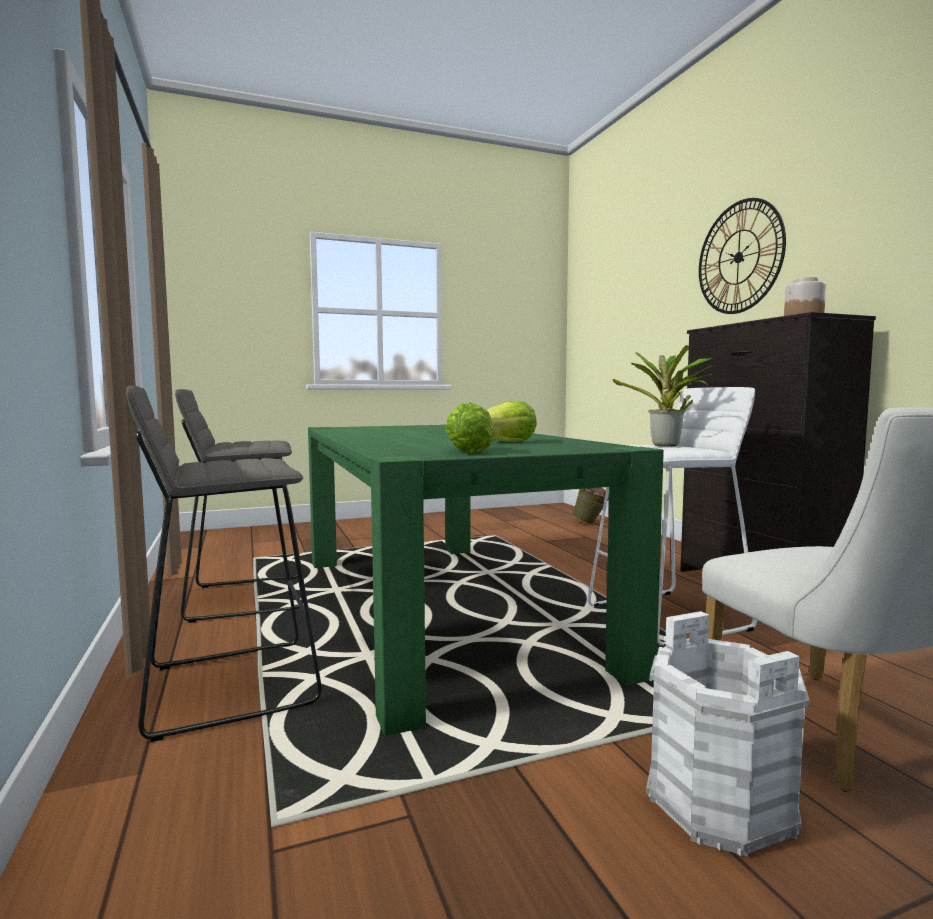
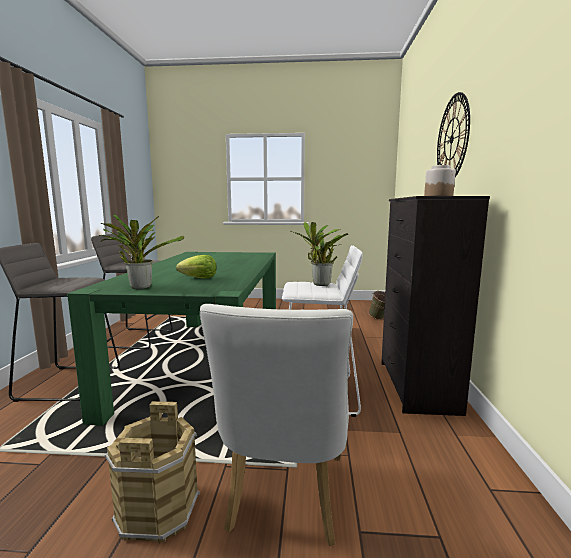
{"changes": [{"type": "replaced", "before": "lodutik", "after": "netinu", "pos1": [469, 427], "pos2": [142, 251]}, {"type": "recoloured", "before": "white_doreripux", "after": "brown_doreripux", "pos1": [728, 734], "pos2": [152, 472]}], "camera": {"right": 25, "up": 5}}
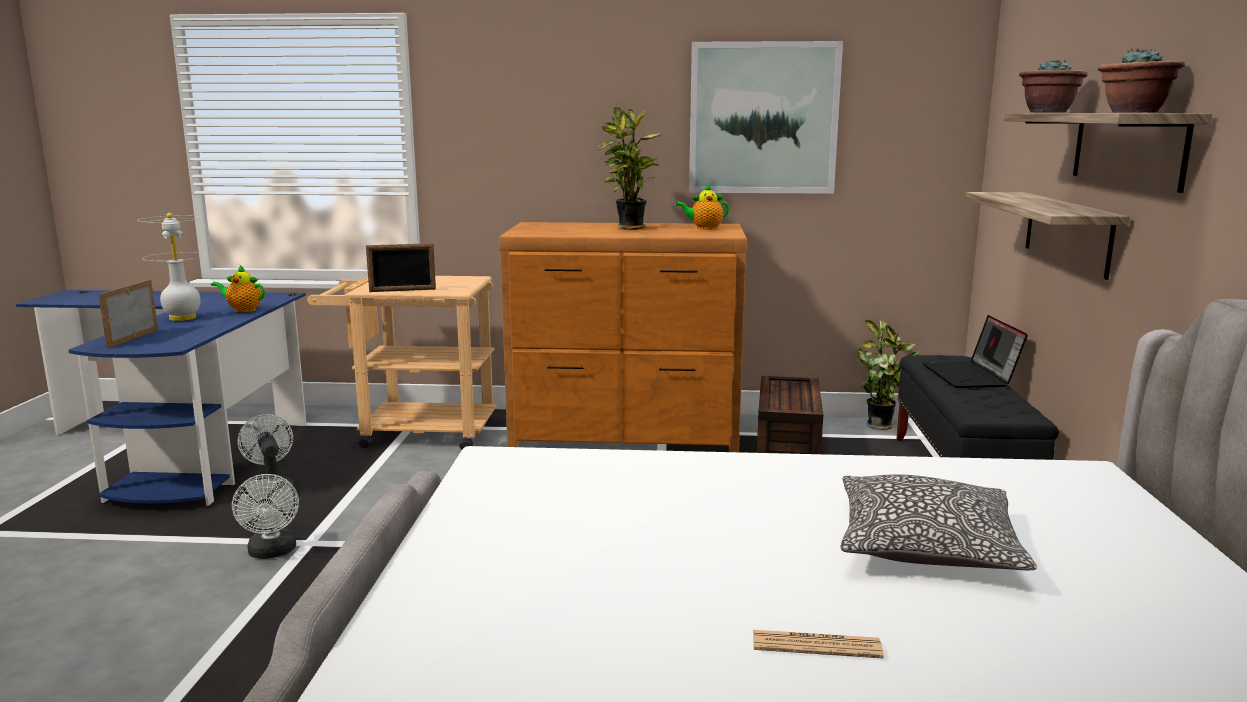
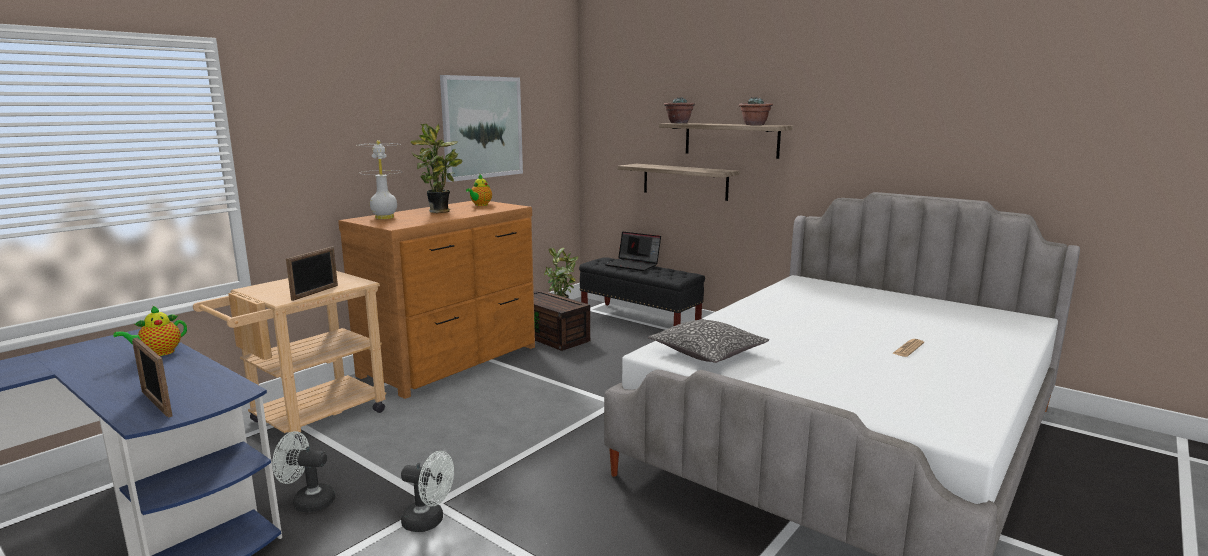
{"changes": [{"type": "moved", "before": "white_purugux", "pos1": [172, 267], "pos2": [379, 179]}, {"type": "moved", "before": "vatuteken", "pos1": [939, 522], "pos2": [708, 341]}], "camera": {"right": -55, "up": 0}}
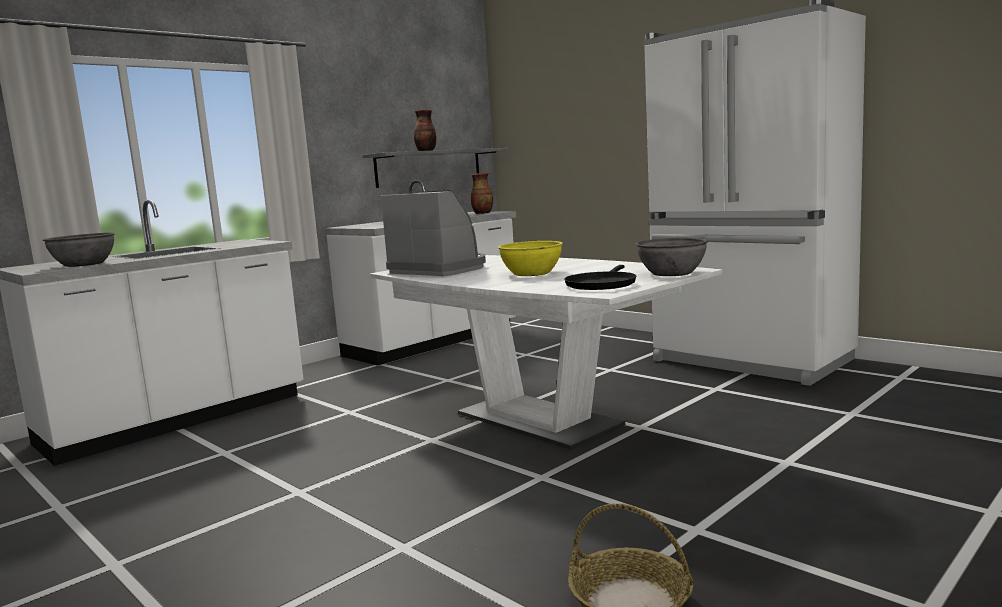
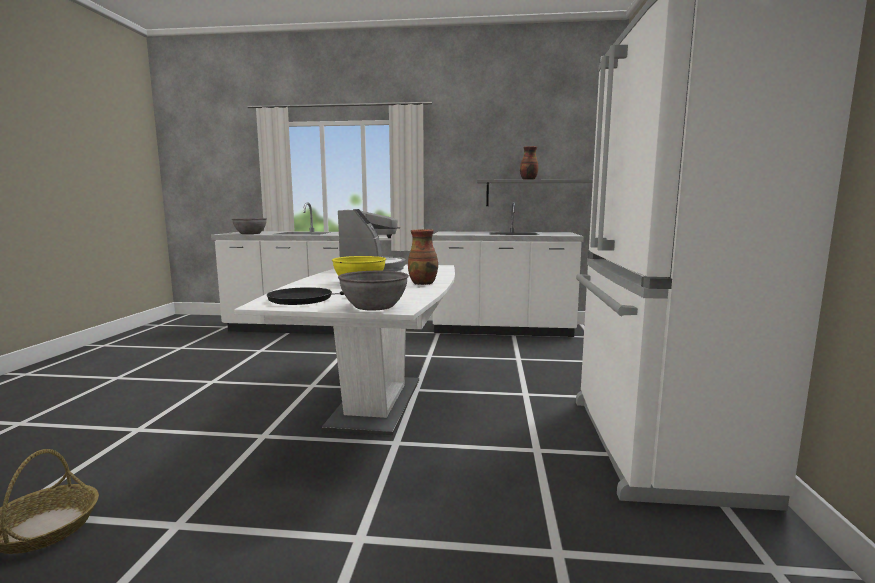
{"changes": [{"type": "moved", "before": "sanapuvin", "pos1": [482, 193], "pos2": [423, 257]}], "camera": {"right": 50, "up": 0}}
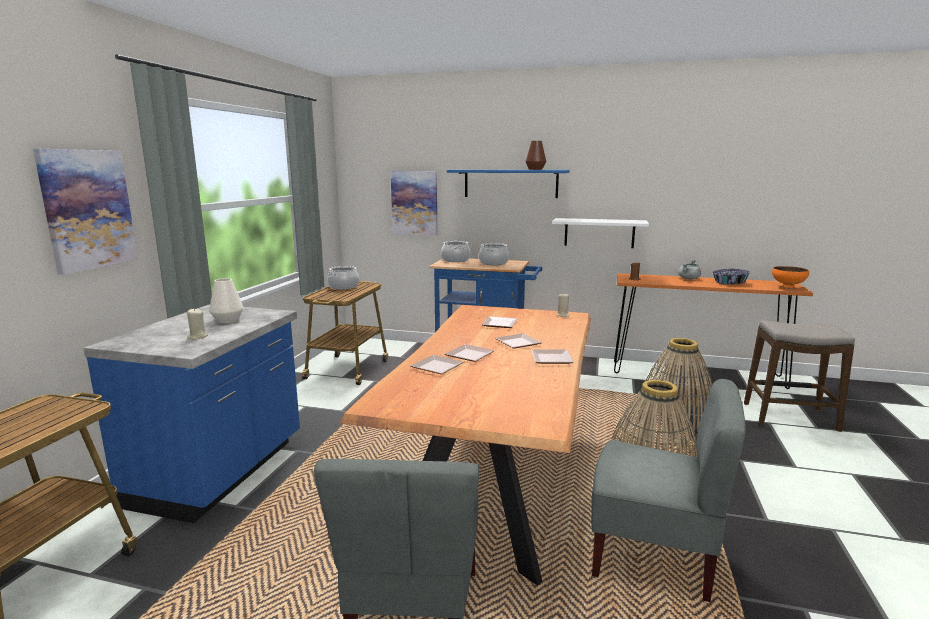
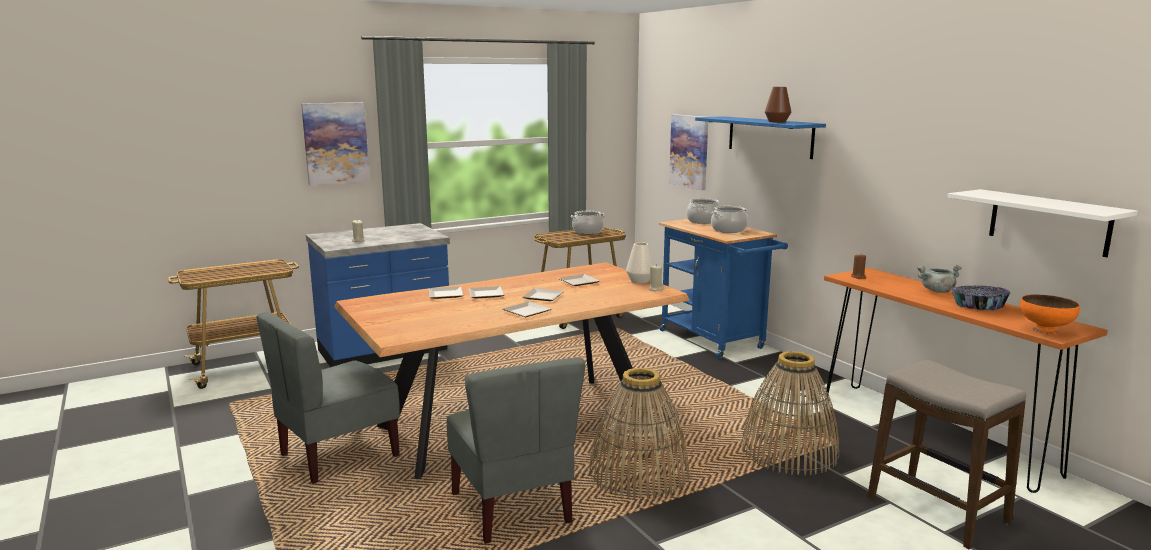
{"changes": [{"type": "moved", "before": "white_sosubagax", "pos1": [600, 233], "pos2": [1042, 223]}, {"type": "moved", "before": "white_sanapuvin", "pos1": [226, 300], "pos2": [640, 262]}], "camera": {"right": 45, "up": 0}}
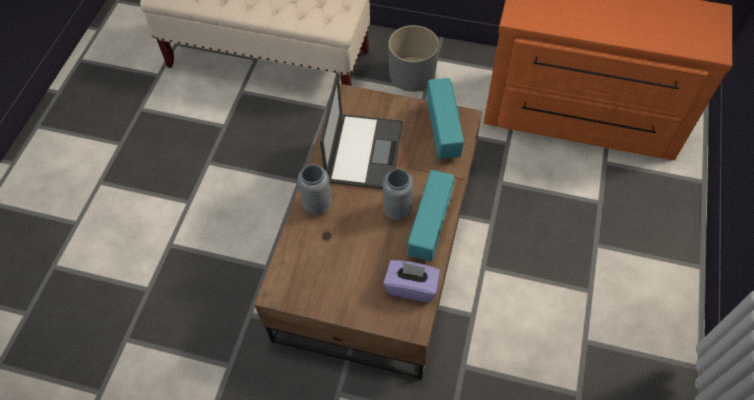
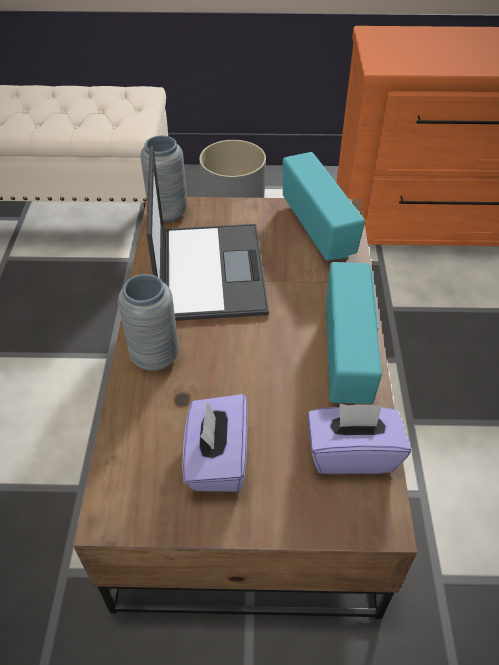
{"changes": [{"type": "moved", "before": "grey_sanapuvin", "pos1": [398, 194], "pos2": [164, 179]}, {"type": "added", "after": "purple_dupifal", "pos2": [215, 443]}], "camera": {"right": -15, "up": -10}}
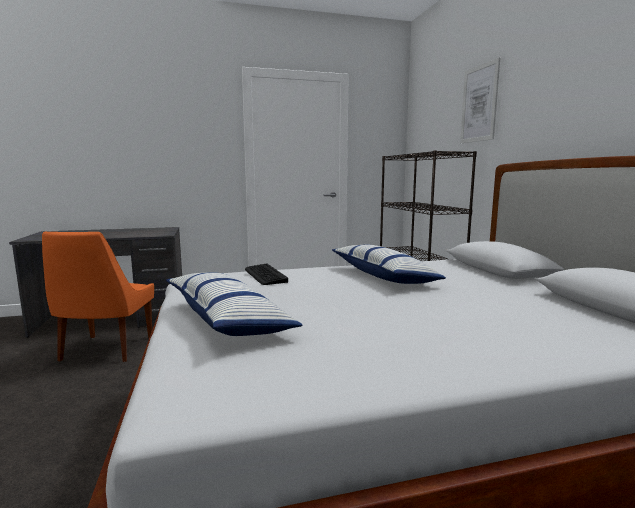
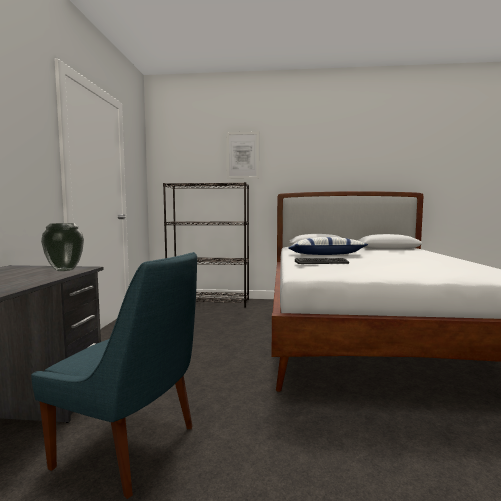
{"changes": [{"type": "recoloured", "before": "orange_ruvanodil", "after": "blue_ruvanodil", "pos1": [98, 297], "pos2": [114, 375]}, {"type": "removed", "before": "vatuteken", "pos1": [234, 304]}, {"type": "added", "after": "sanapuvin", "pos2": [62, 247]}], "camera": {"right": -70, "up": -5}}
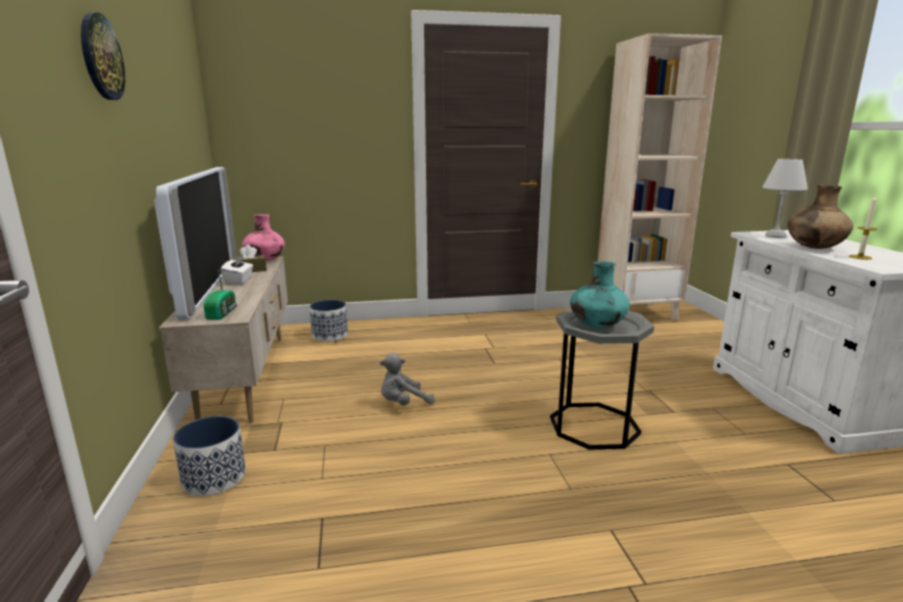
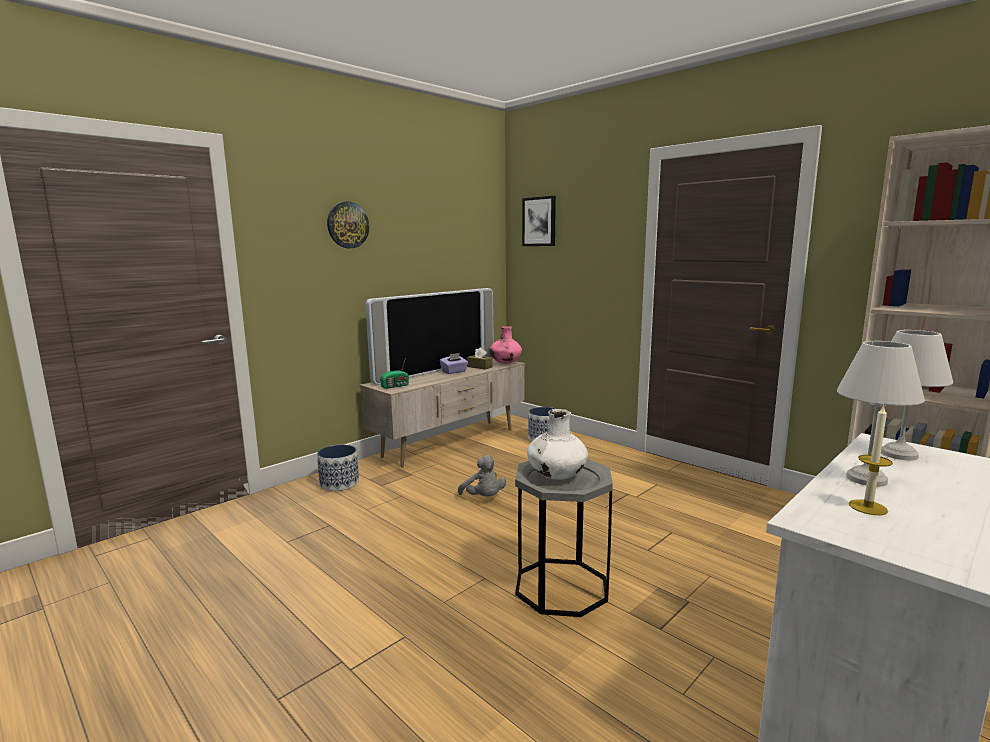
{"changes": [{"type": "replaced", "before": "brown_sanapuvin", "after": "white_purugux", "pos1": [820, 217], "pos2": [881, 414]}, {"type": "recoloured", "before": "white_dupifal", "after": "purple_dupifal", "pos1": [237, 269], "pos2": [454, 363]}, {"type": "recoloured", "before": "turquoise_sanapuvin", "after": "white_sanapuvin", "pos1": [600, 294], "pos2": [557, 444]}, {"type": "turned", "before": "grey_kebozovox", "pos1": [407, 379], "pos2": [482, 476], "turn": -150}, {"type": "added", "after": "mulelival", "pos2": [539, 221]}], "camera": {"right": 55, "up": -5}}
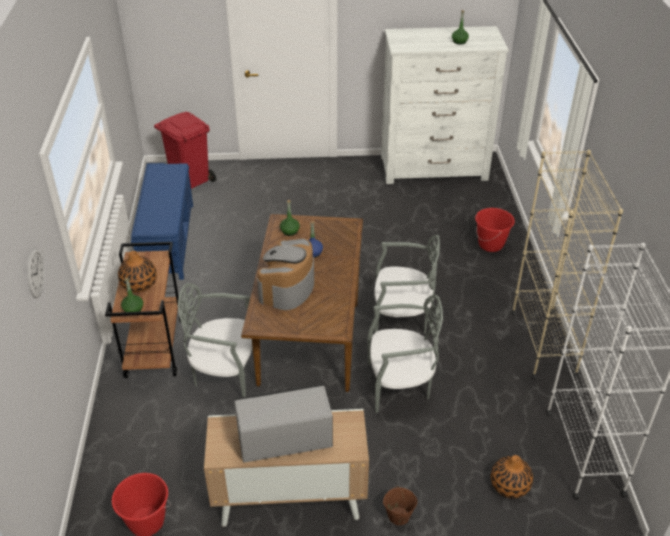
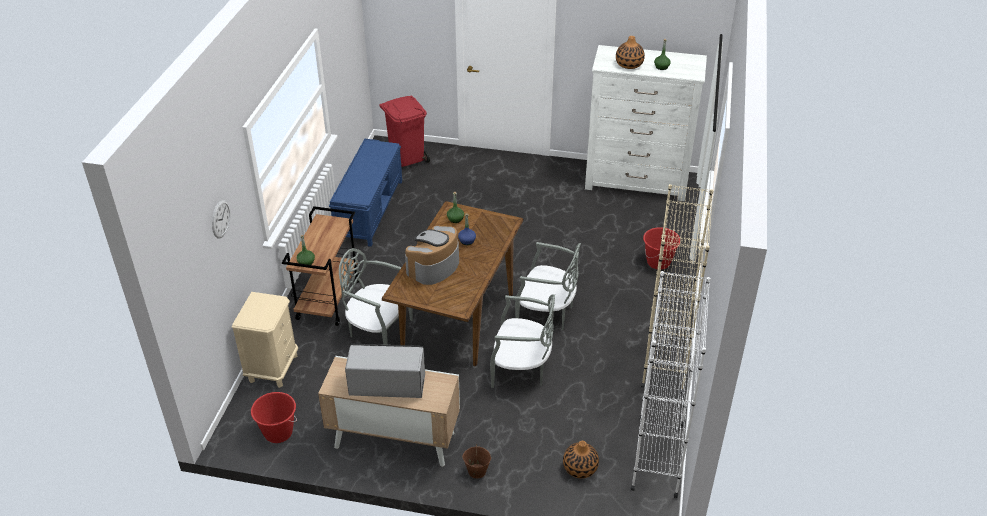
{"changes": [{"type": "moved", "before": "sanapuvin", "pos1": [137, 271], "pos2": [630, 52]}, {"type": "added", "after": "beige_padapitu", "pos2": [265, 340]}], "camera": {"right": 15, "up": 0}}
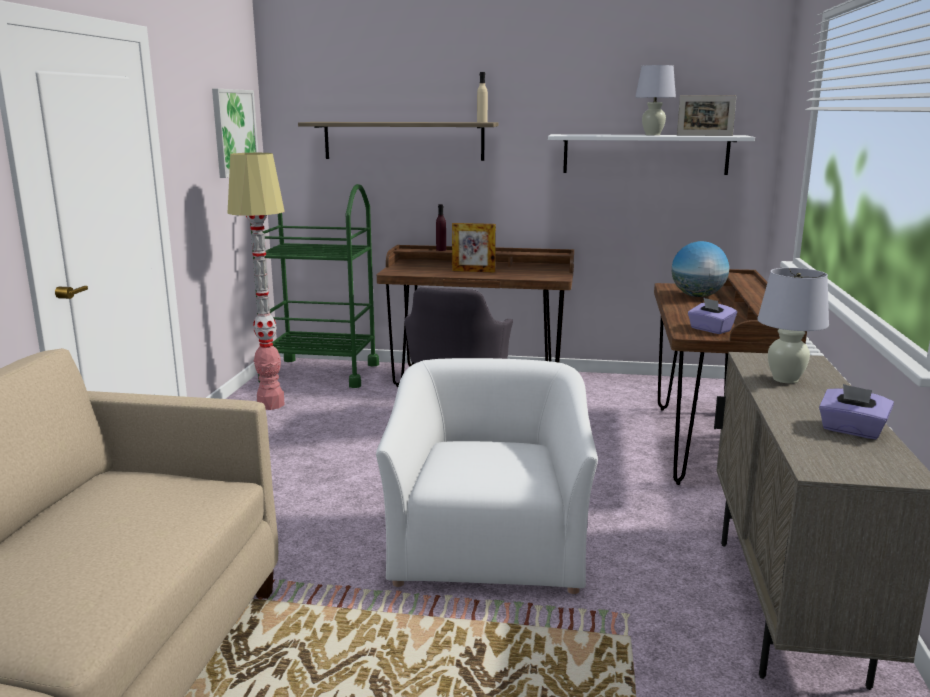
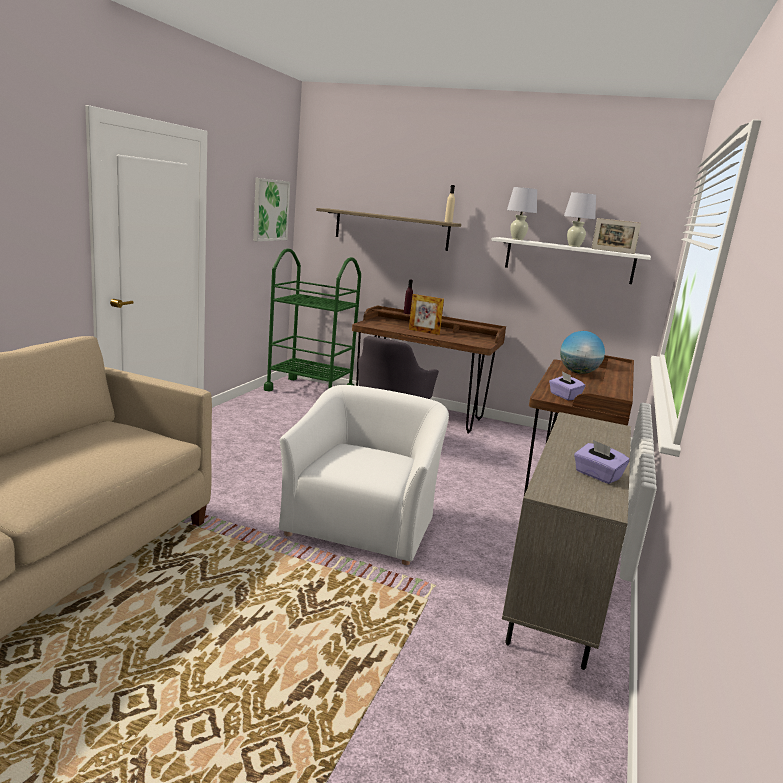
{"changes": [{"type": "removed", "before": "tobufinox", "pos1": [256, 281]}, {"type": "moved", "before": "white_purugux", "pos1": [793, 326], "pos2": [522, 213]}], "camera": {"right": 10, "up": 0}}
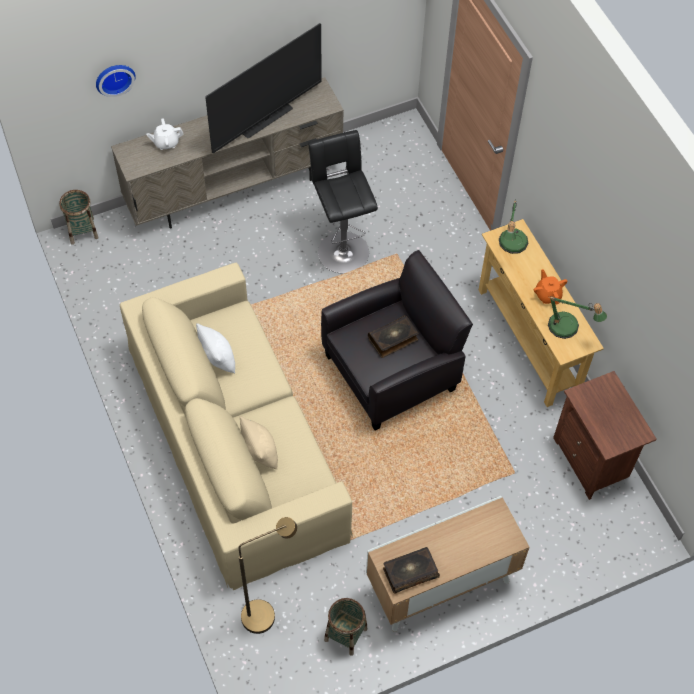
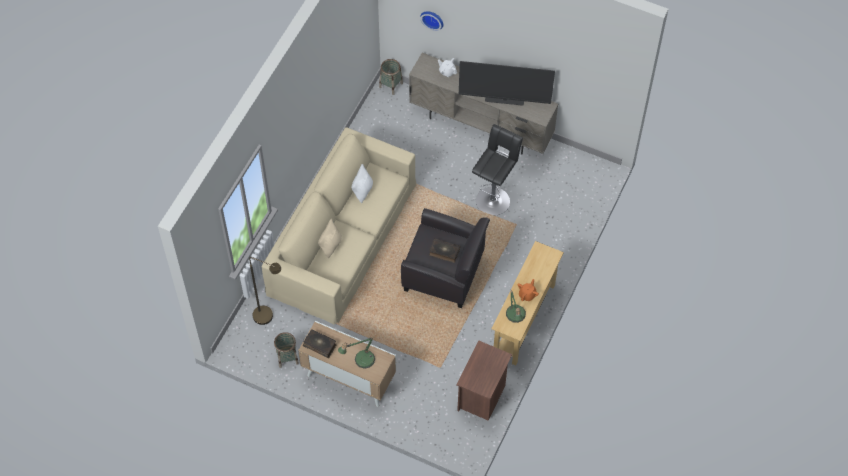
{"changes": [{"type": "moved", "before": "purugux", "pos1": [513, 227], "pos2": [356, 353]}], "camera": {"right": 50, "up": 0}}
